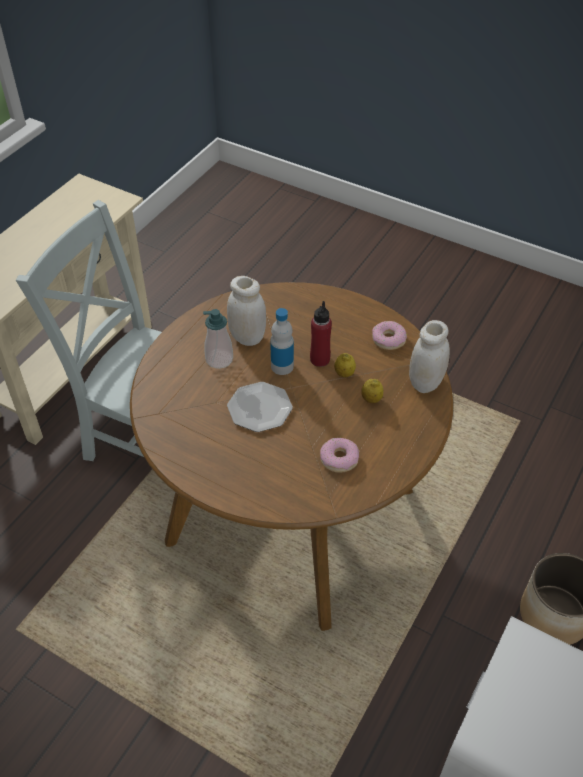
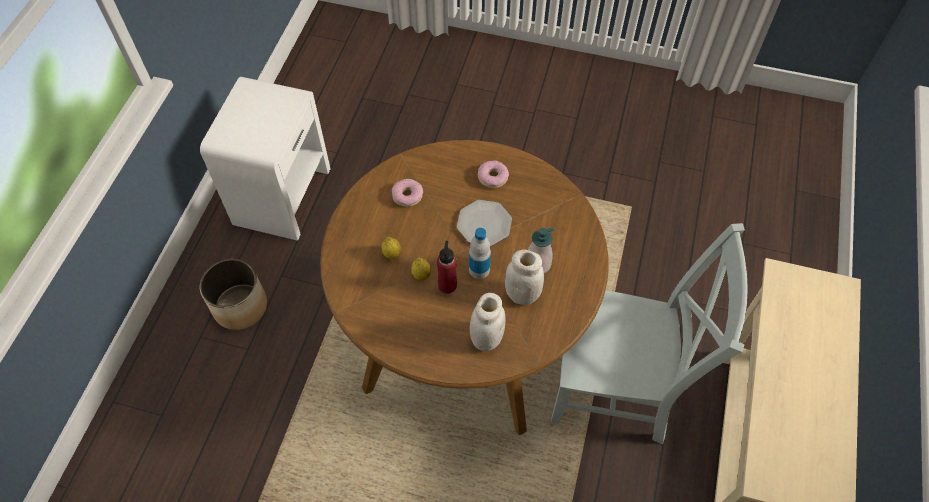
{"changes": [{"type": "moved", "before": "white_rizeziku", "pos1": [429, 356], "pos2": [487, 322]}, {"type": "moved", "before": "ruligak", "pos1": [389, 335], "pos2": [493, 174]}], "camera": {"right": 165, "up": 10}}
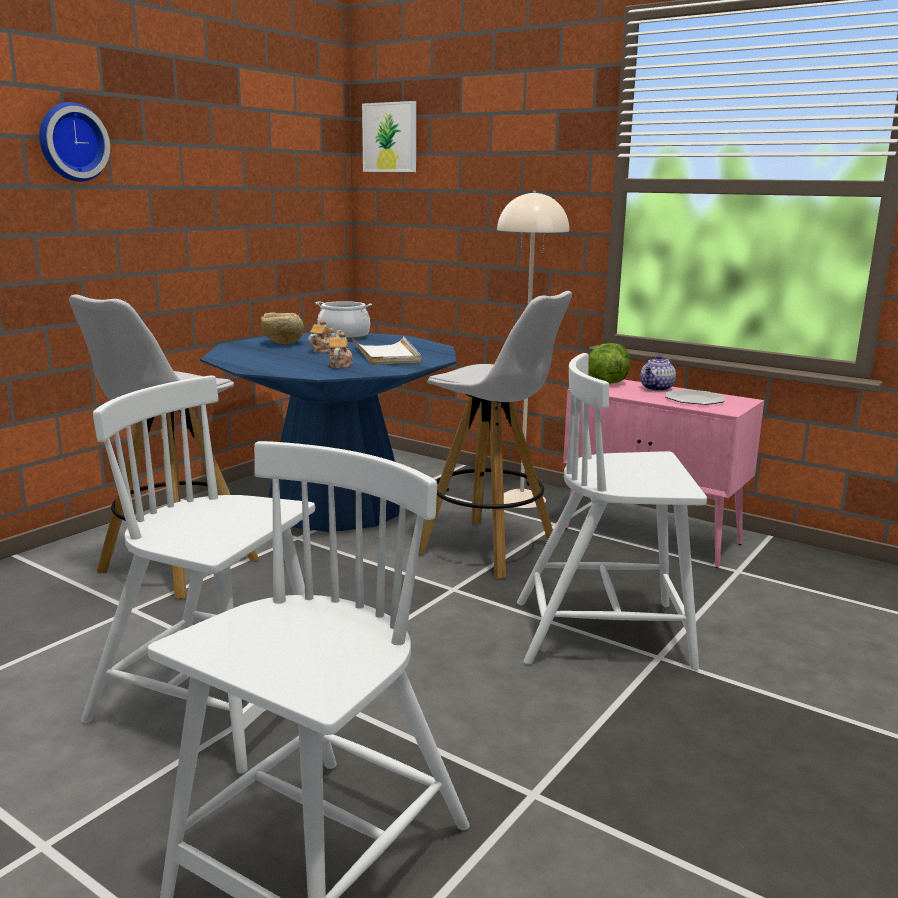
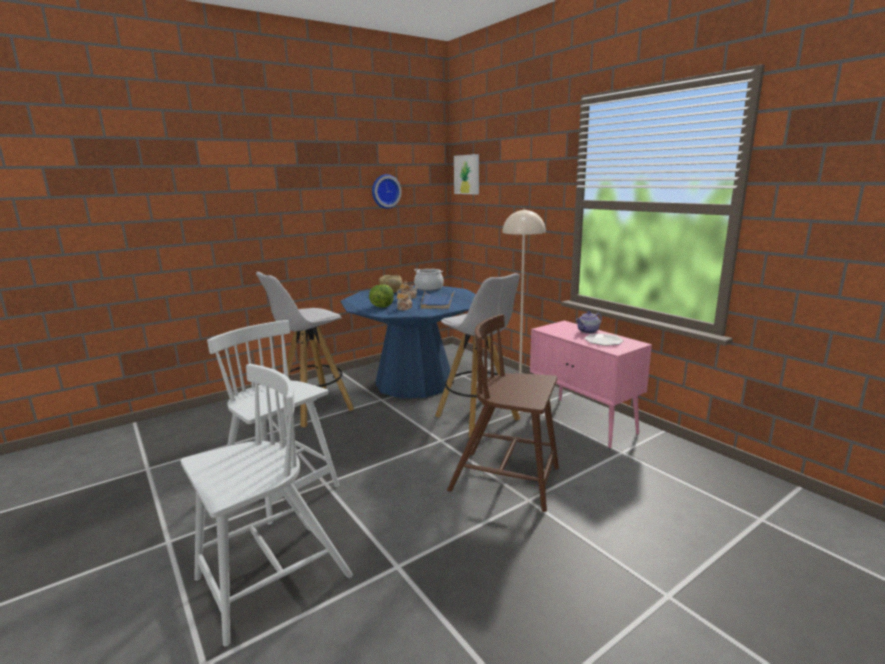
{"changes": [{"type": "moved", "before": "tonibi", "pos1": [74, 142], "pos2": [387, 191]}, {"type": "recoloured", "before": "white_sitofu", "after": "blue_sitofu", "pos1": [386, 350], "pos2": [437, 300]}, {"type": "moved", "before": "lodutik", "pos1": [609, 363], "pos2": [381, 296]}, {"type": "recoloured", "before": "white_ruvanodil", "after": "brown_ruvanodil", "pos1": [612, 511], "pos2": [503, 413]}], "camera": {"right": 20, "up": 0}}
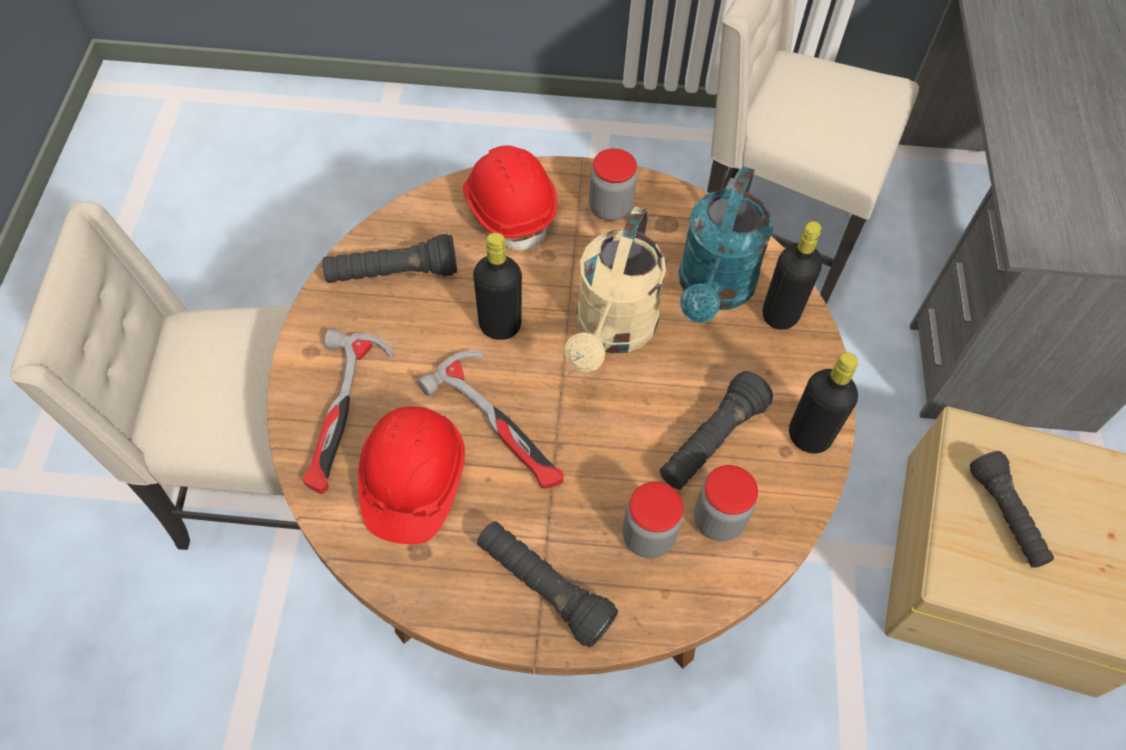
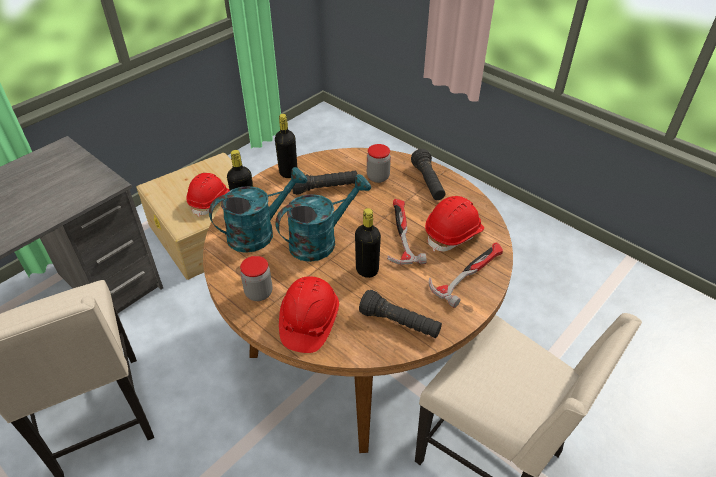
{"changes": [{"type": "recoloured", "before": "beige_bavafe", "after": "turquoise_bavafe", "pos1": [615, 289], "pos2": [323, 218]}, {"type": "replaced", "before": "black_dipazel", "after": "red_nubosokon", "pos1": [1012, 509], "pos2": [208, 195]}, {"type": "removed", "before": "rizeziku", "pos1": [726, 503]}], "camera": {"right": -140, "up": -15}}
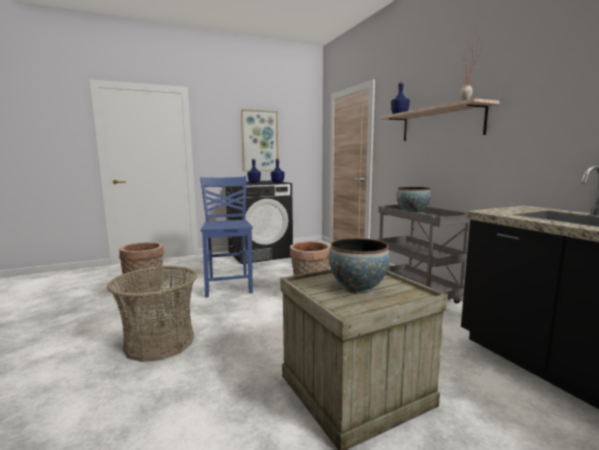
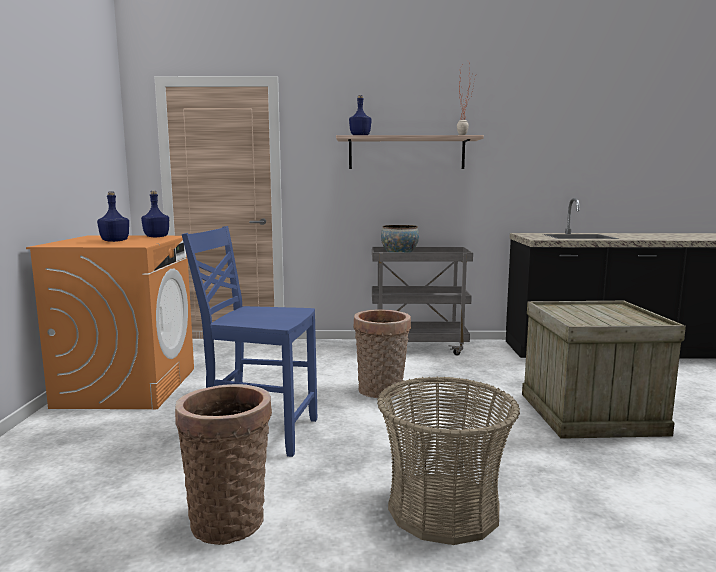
{"changes": [{"type": "removed", "before": "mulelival", "pos1": [259, 140]}, {"type": "recoloured", "before": "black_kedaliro", "after": "orange_kedaliro", "pos1": [259, 222], "pos2": [110, 322]}, {"type": "removed", "before": "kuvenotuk", "pos1": [359, 266]}], "camera": {"right": -65, "up": 0}}
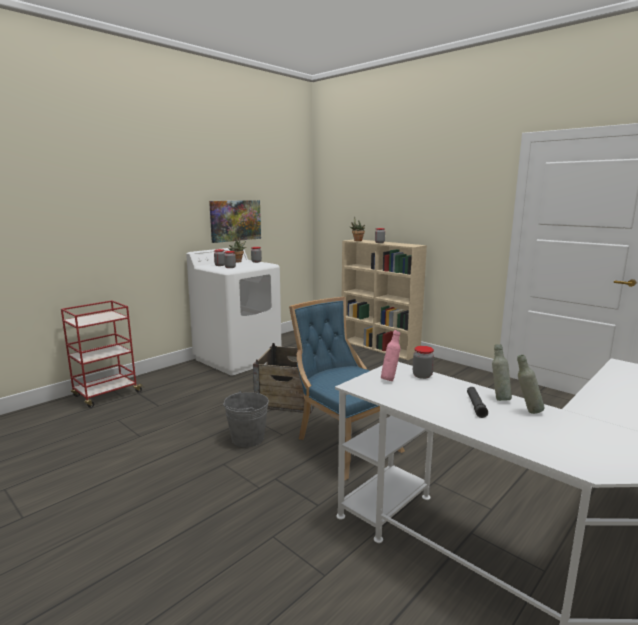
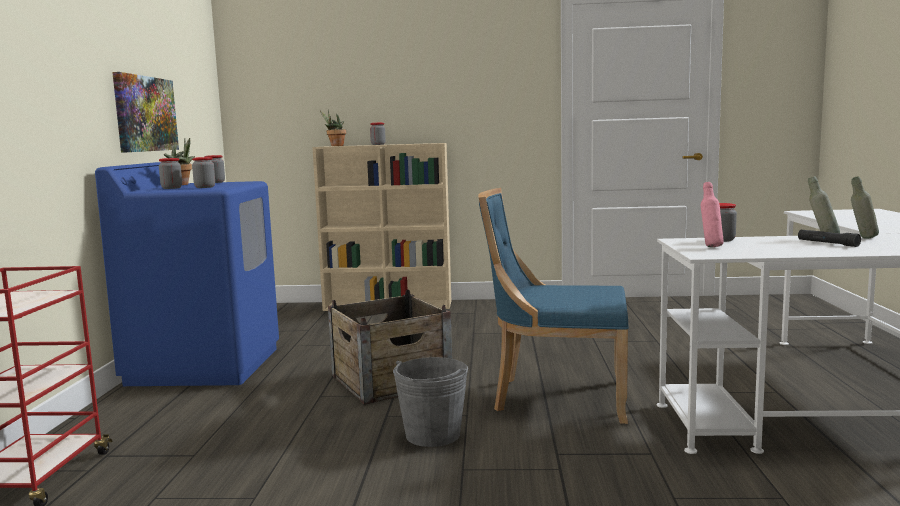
{"changes": [{"type": "recoloured", "before": "white_kedaliro", "after": "blue_kedaliro", "pos1": [234, 312], "pos2": [187, 274]}], "camera": {"right": -40, "up": -5}}
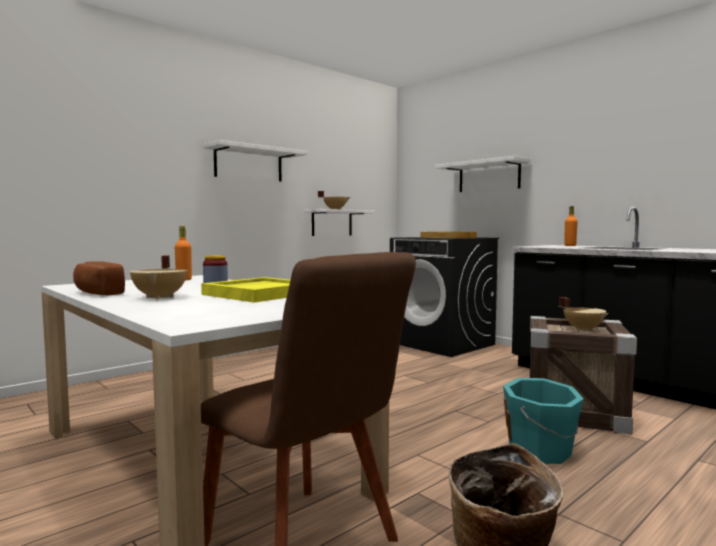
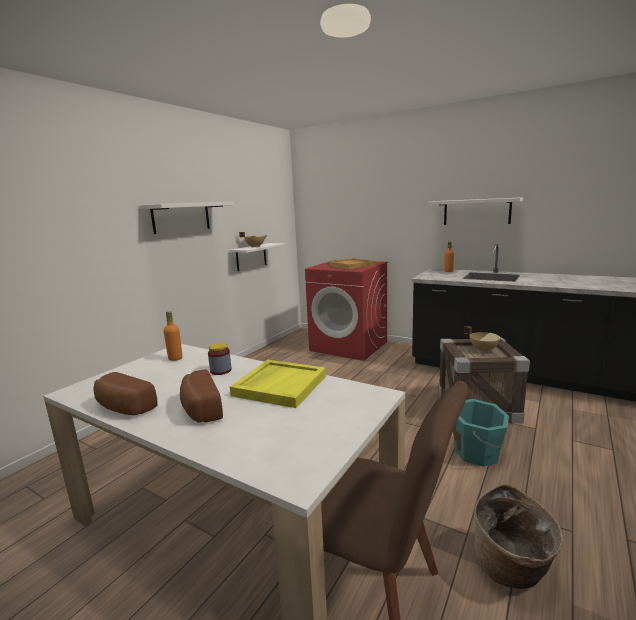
{"changes": [{"type": "moved", "before": "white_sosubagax", "pos1": [483, 174], "pos2": [475, 211]}, {"type": "recoloured", "before": "black_kedaliro", "after": "red_kedaliro", "pos1": [444, 297], "pos2": [346, 310]}, {"type": "replaced", "before": "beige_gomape", "after": "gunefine", "pos1": [158, 277], "pos2": [201, 396]}], "camera": {"right": -15, "up": 10}}
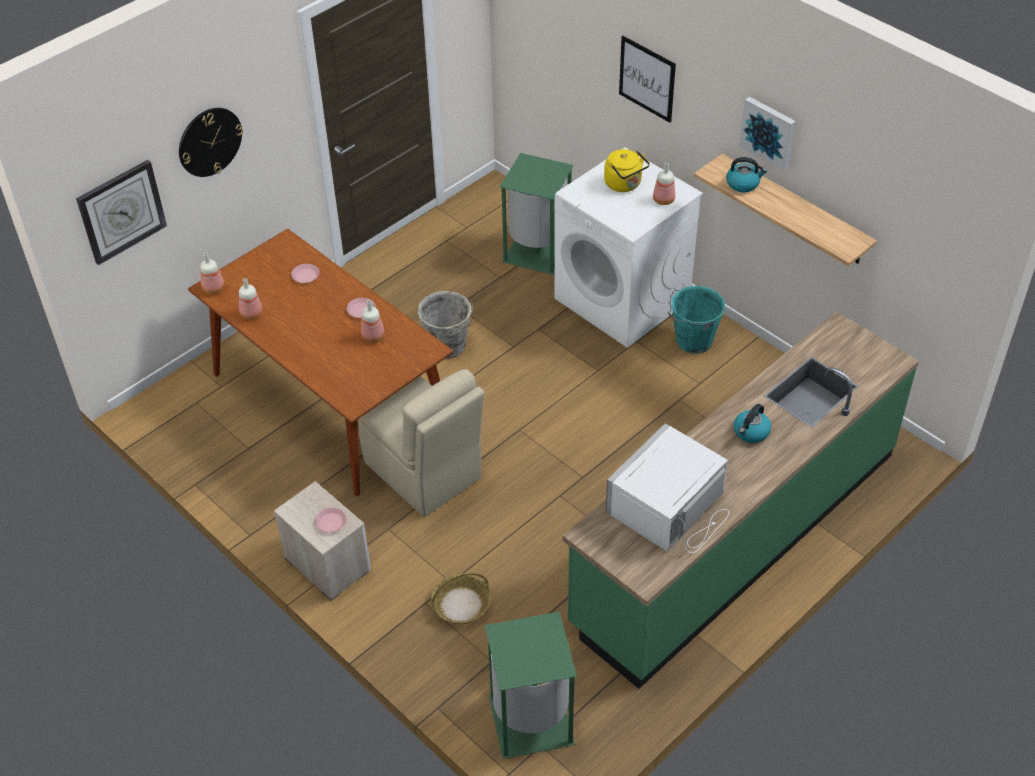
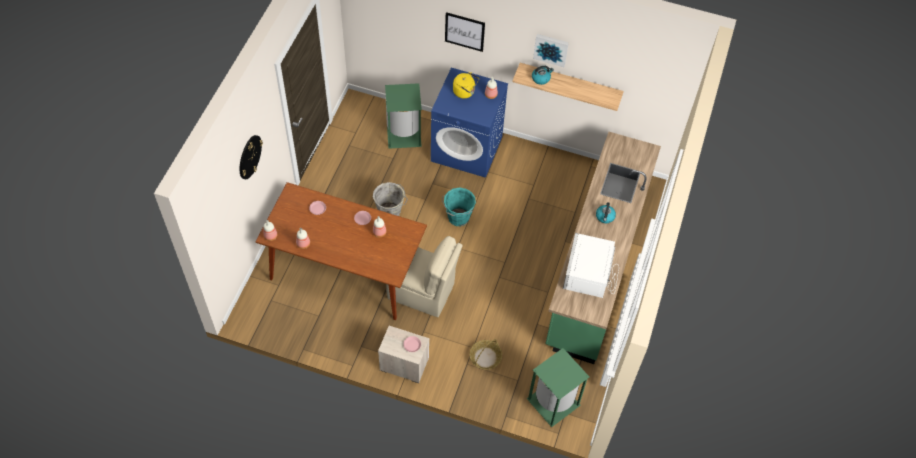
{"changes": [{"type": "recoloured", "before": "white_kedaliro", "after": "blue_kedaliro", "pos1": [628, 247], "pos2": [469, 123]}, {"type": "removed", "before": "tonibi", "pos1": [121, 212]}, {"type": "moved", "before": "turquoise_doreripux", "pos1": [697, 320], "pos2": [459, 206]}], "camera": {"right": -30, "up": 10}}
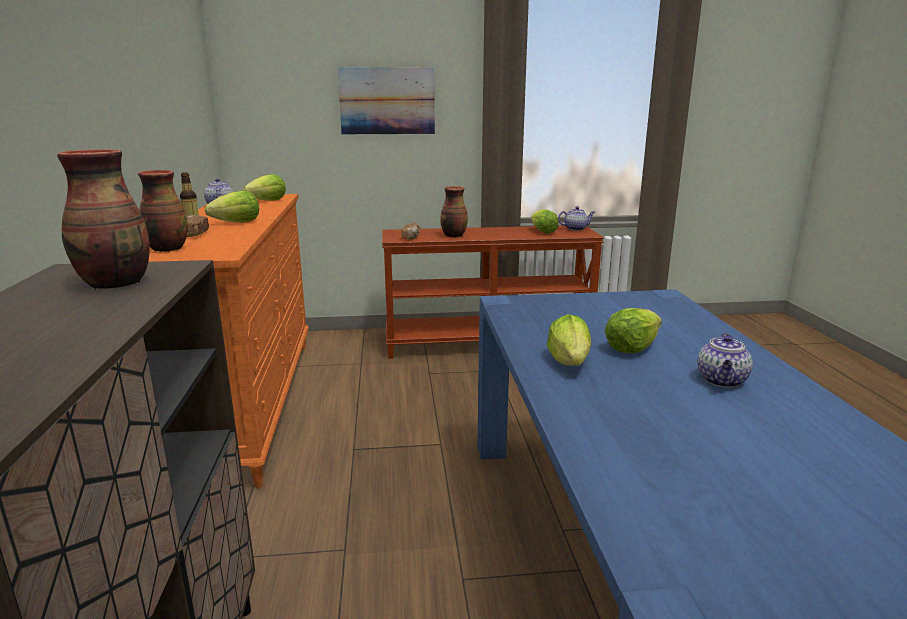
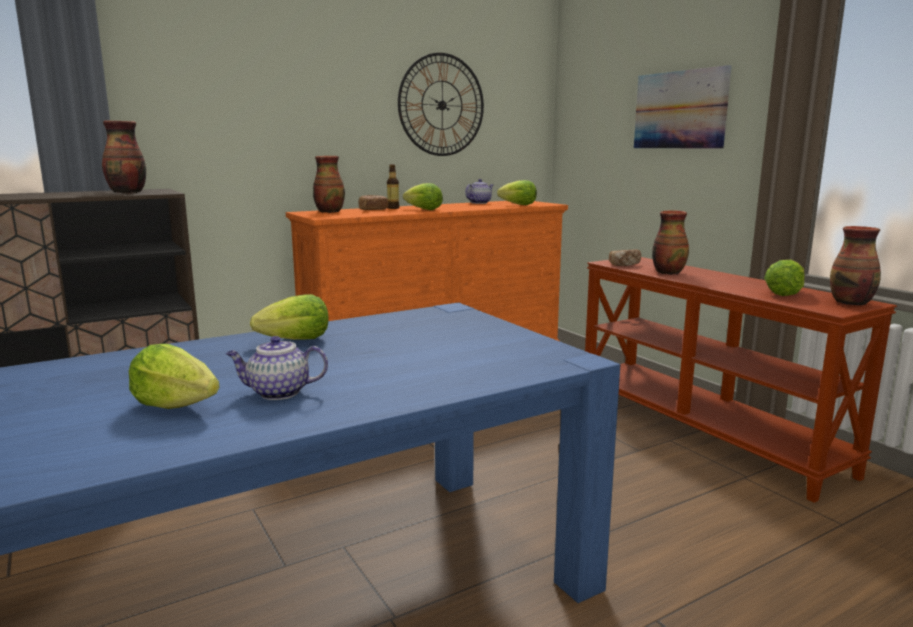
{"changes": [{"type": "replaced", "before": "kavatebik", "after": "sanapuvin", "pos1": [576, 218], "pos2": [855, 265]}, {"type": "moved", "before": "lodutik", "pos1": [633, 330], "pos2": [174, 376]}, {"type": "added", "after": "tonibi", "pos2": [441, 104]}], "camera": {"right": 65, "up": -5}}
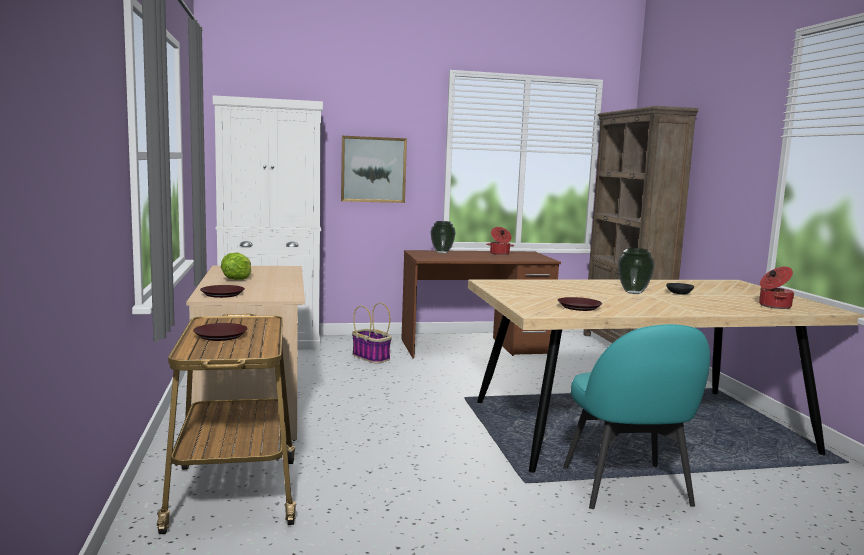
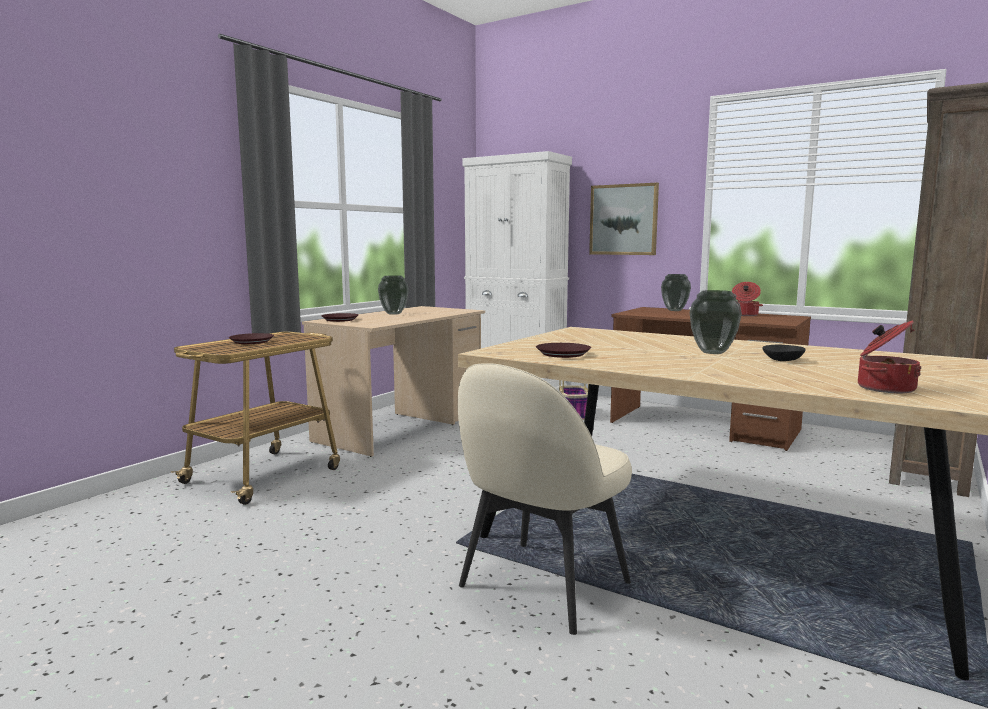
{"changes": [{"type": "replaced", "before": "lodutik", "after": "sanapuvin", "pos1": [236, 266], "pos2": [393, 295]}, {"type": "recoloured", "before": "turquoise_ruvanodil", "after": "beige_ruvanodil", "pos1": [636, 416], "pos2": [545, 499]}], "camera": {"right": 45, "up": 0}}
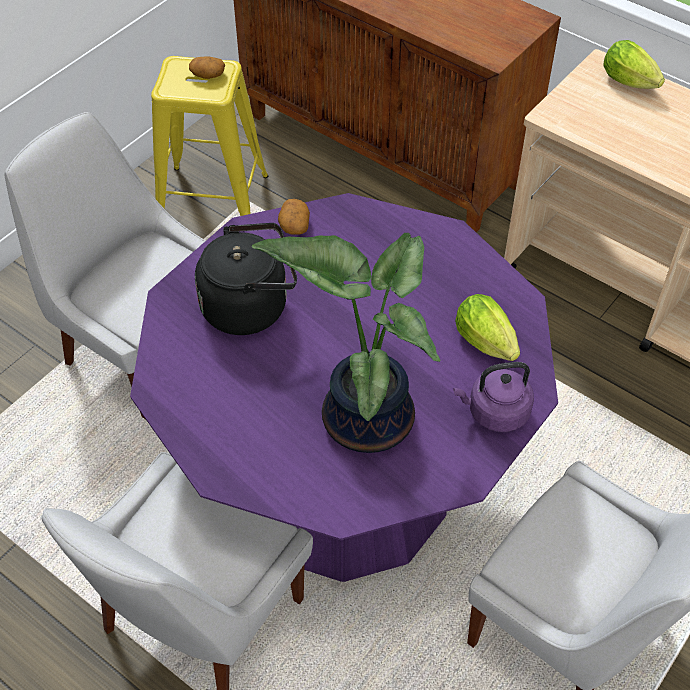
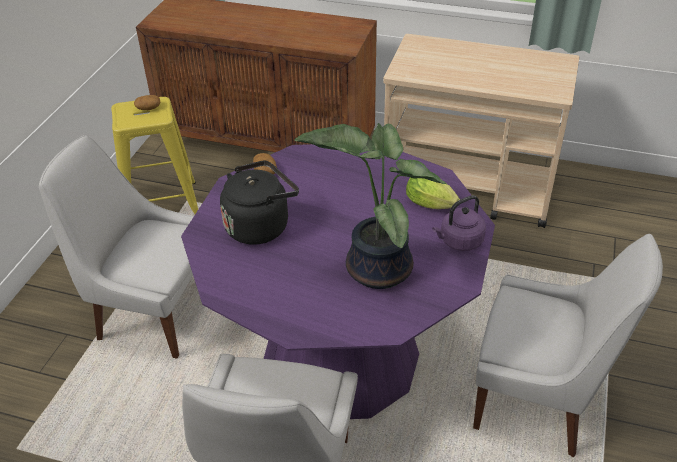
{"changes": [{"type": "removed", "before": "lodutik", "pos1": [634, 64]}], "camera": {"right": -20, "up": -10}}
